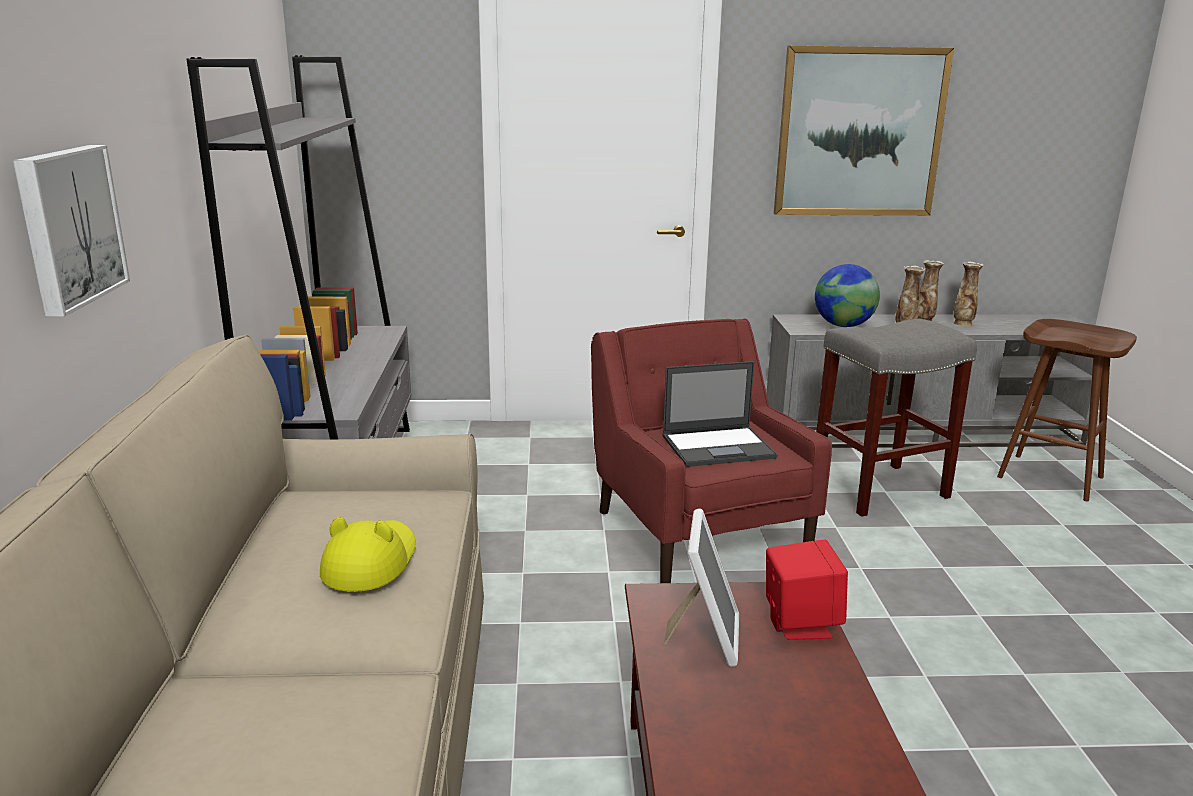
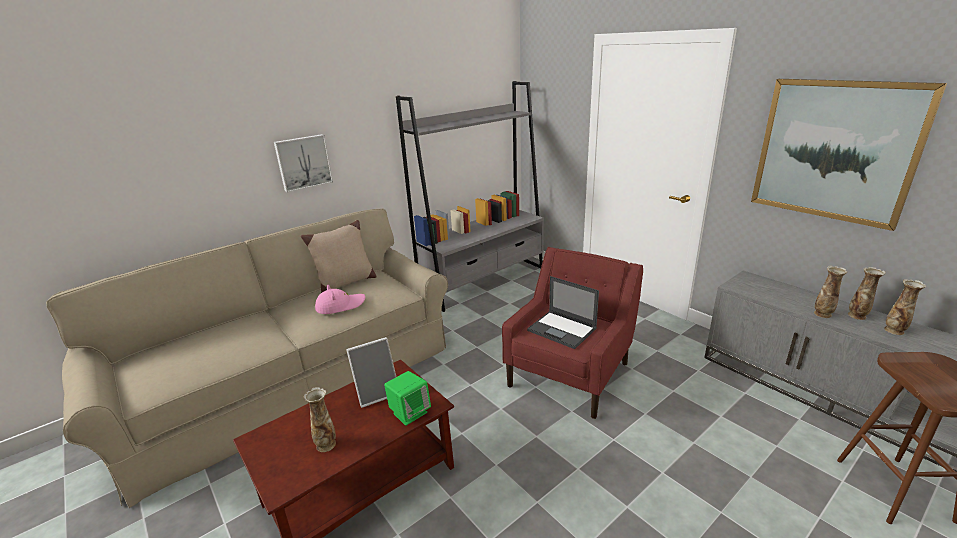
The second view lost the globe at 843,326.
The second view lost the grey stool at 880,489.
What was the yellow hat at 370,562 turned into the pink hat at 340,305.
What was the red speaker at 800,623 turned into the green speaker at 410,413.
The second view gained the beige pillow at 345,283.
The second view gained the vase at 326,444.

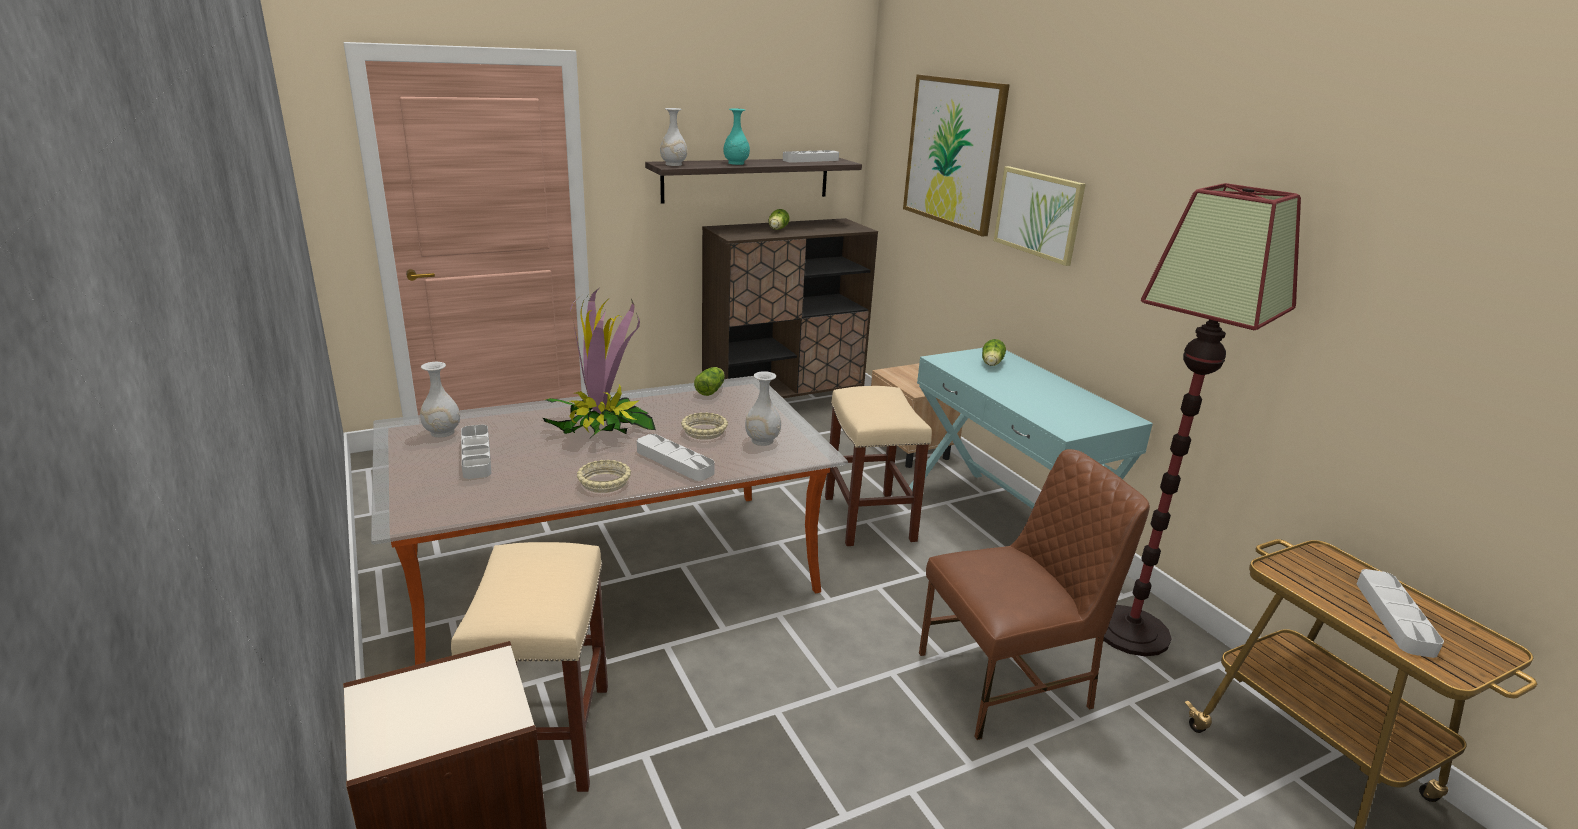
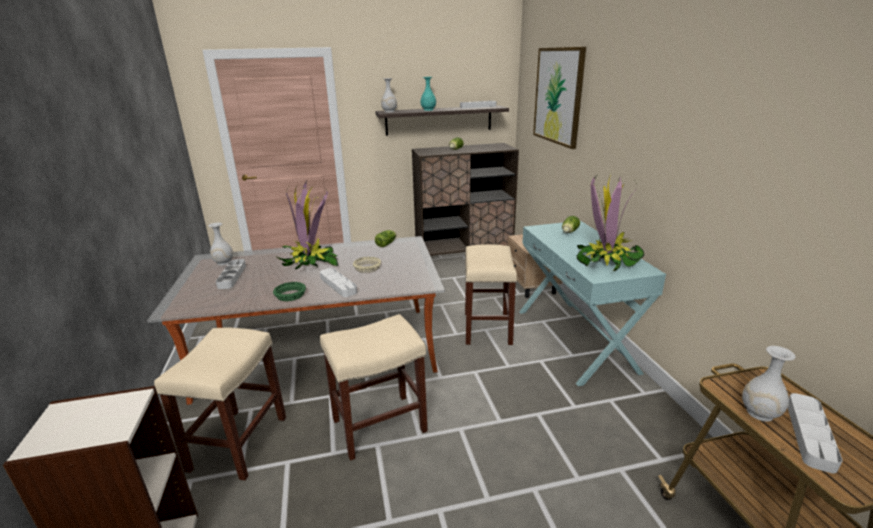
The second view lost the picture at 1038,214.
The second view lost the floor lamp at 1129,631.
The white vase ended up elsewhere, having gone from 762,440 to 759,413.
The second view lost the brown chair at 1008,681.
What was the beige bowl at 604,482 turned into the green bowl at 290,295.
The second view gained the potted plant at 606,260.
The second view gained the beige stool at 378,426.

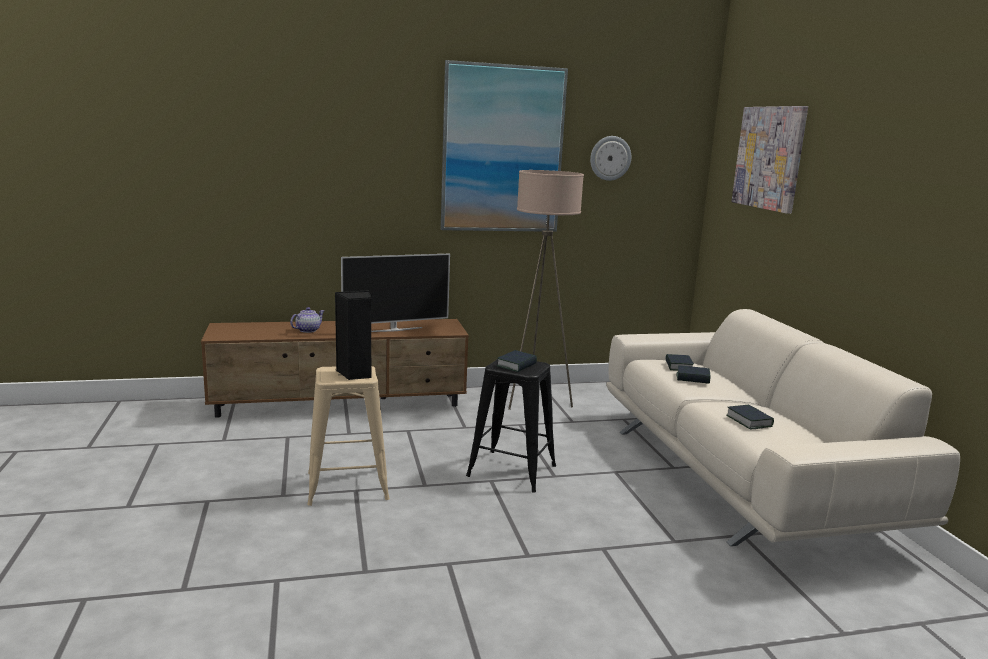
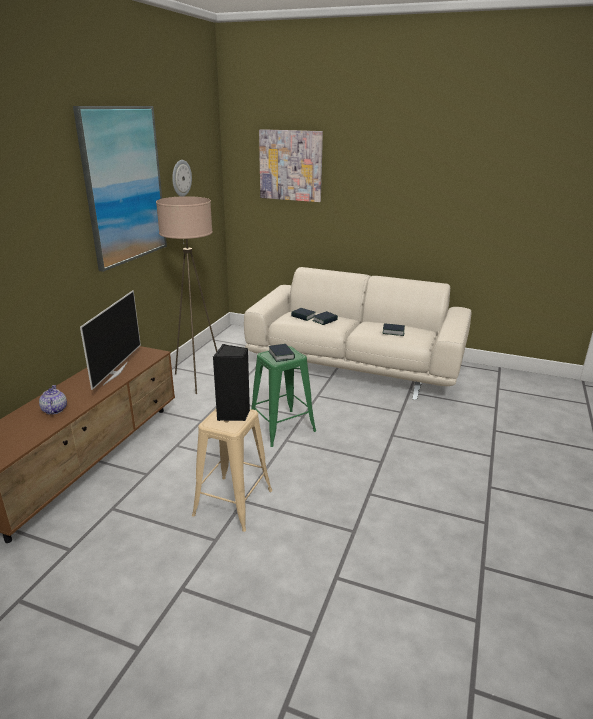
What was the black stool at 511,471 turned into the green stool at 281,428.

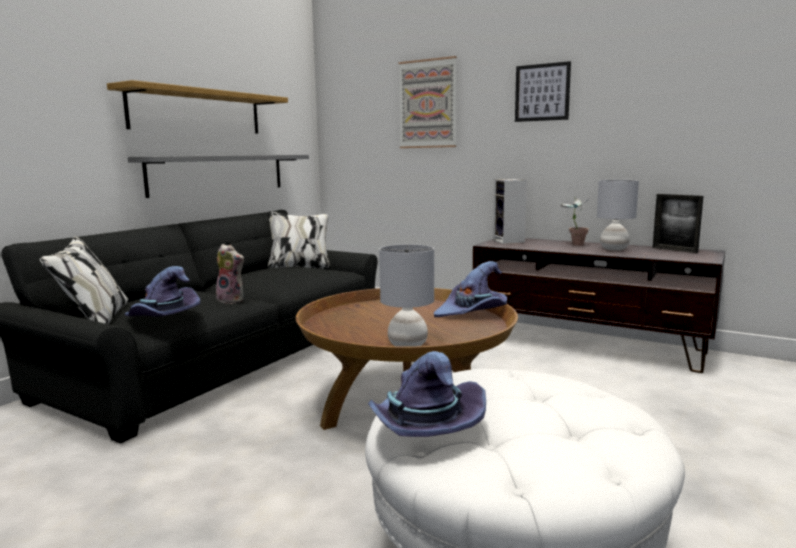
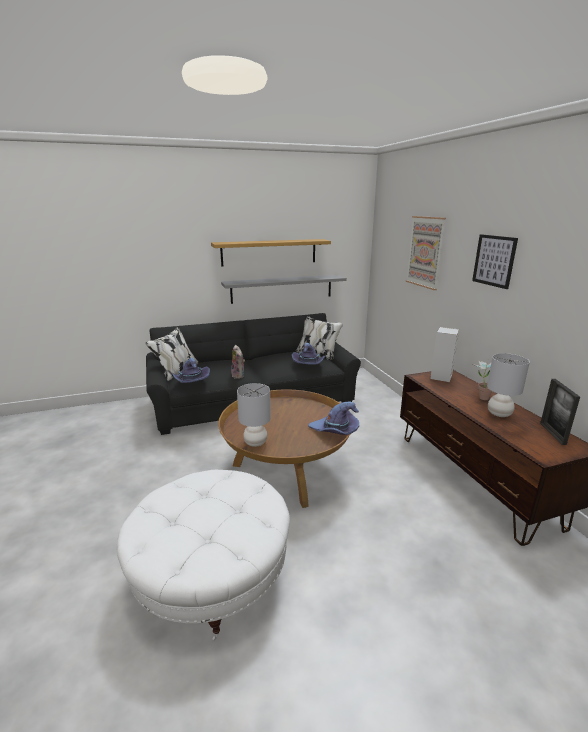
The purple hat ended up elsewhere, having gone from 423,428 to 308,364.

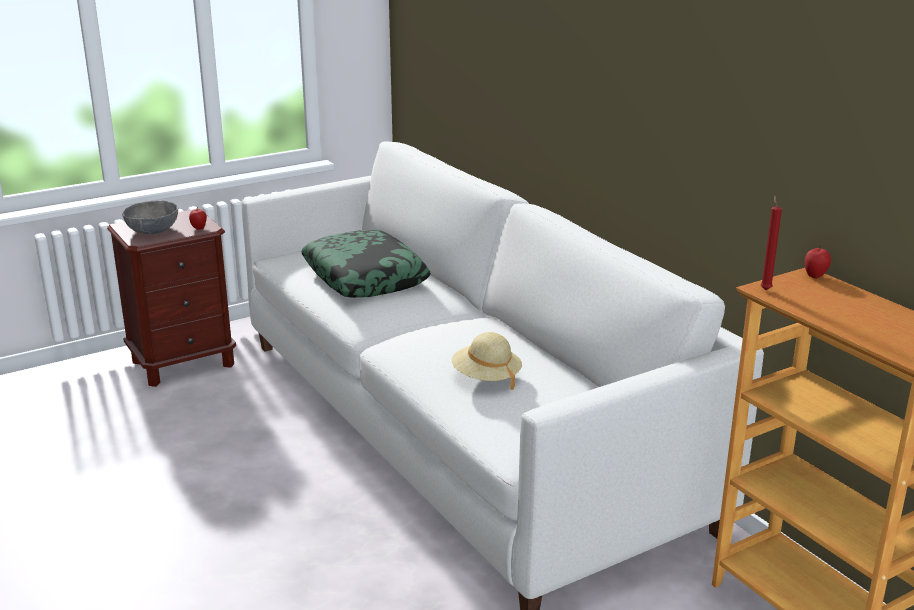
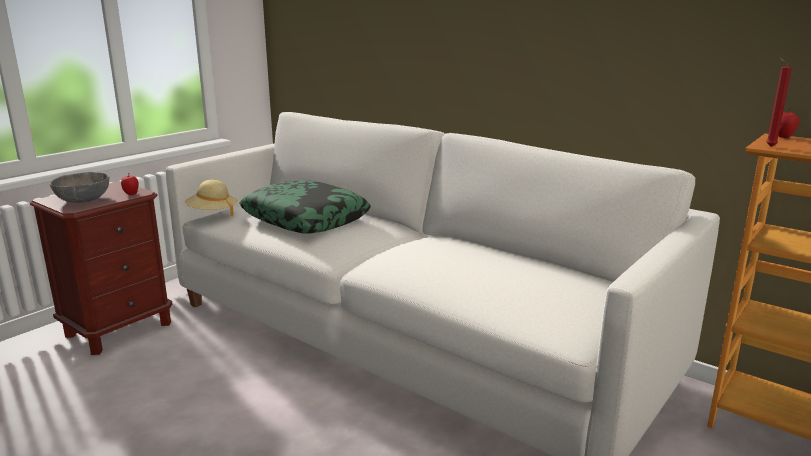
The beige hat ended up elsewhere, having gone from 486,378 to 212,213.

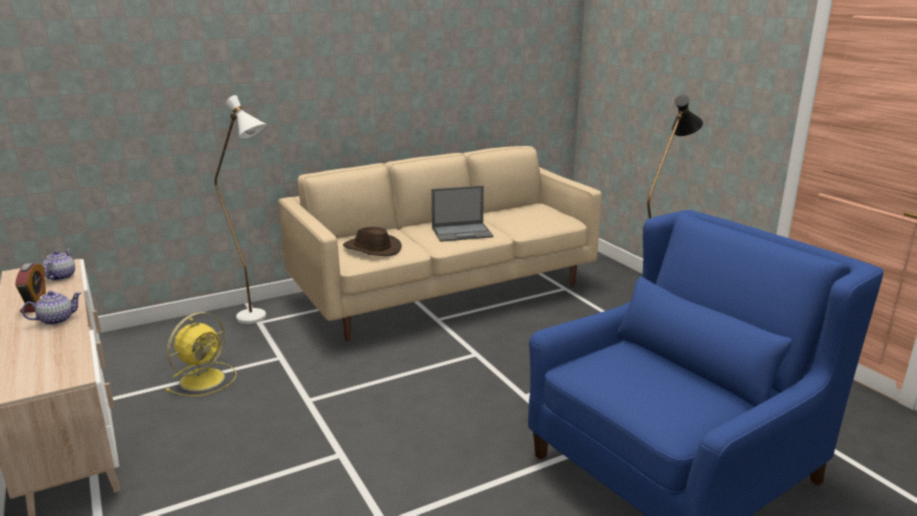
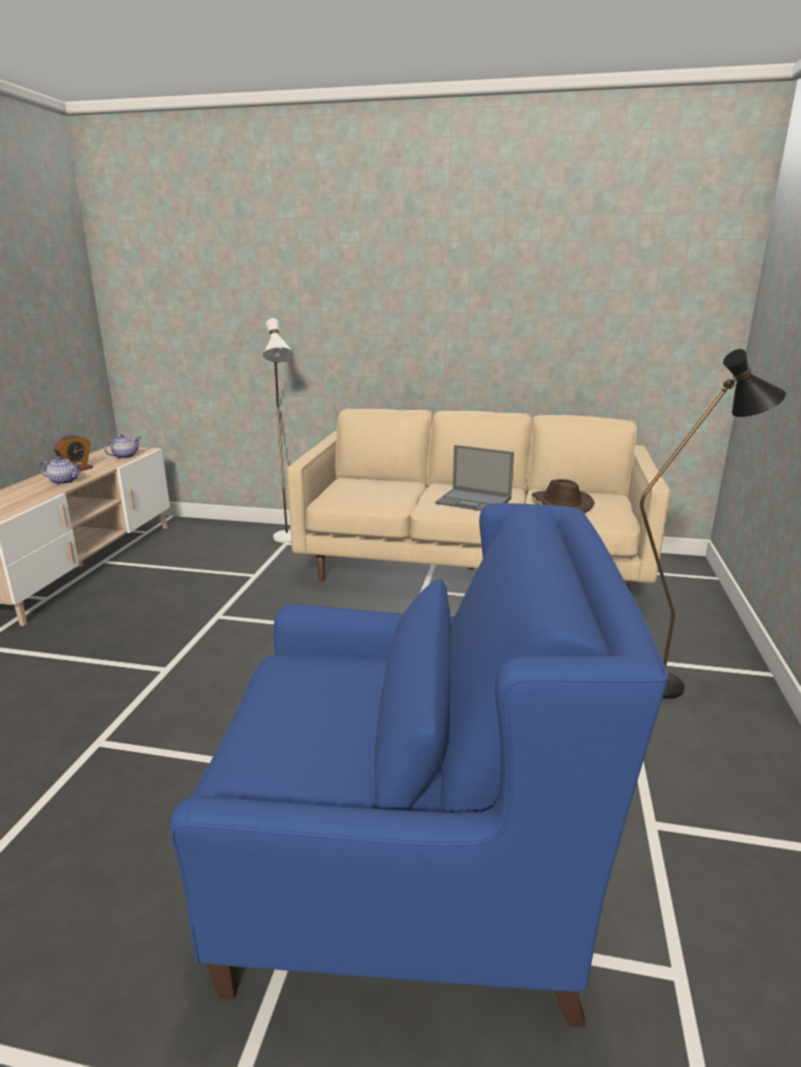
The brown hat ended up elsewhere, having gone from 372,249 to 560,504.
The second view lost the yellow fan at 204,379.

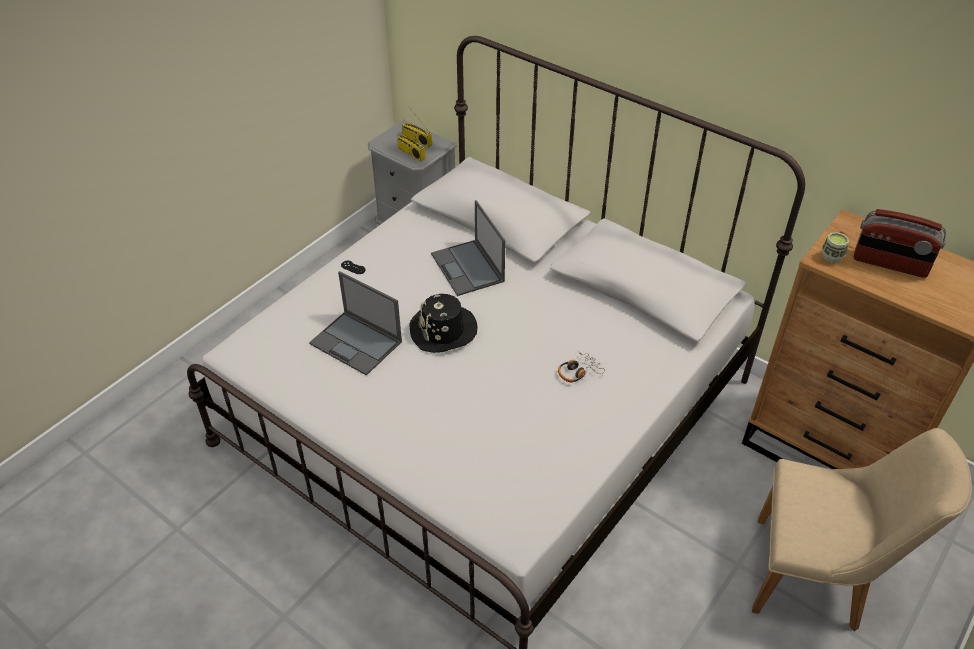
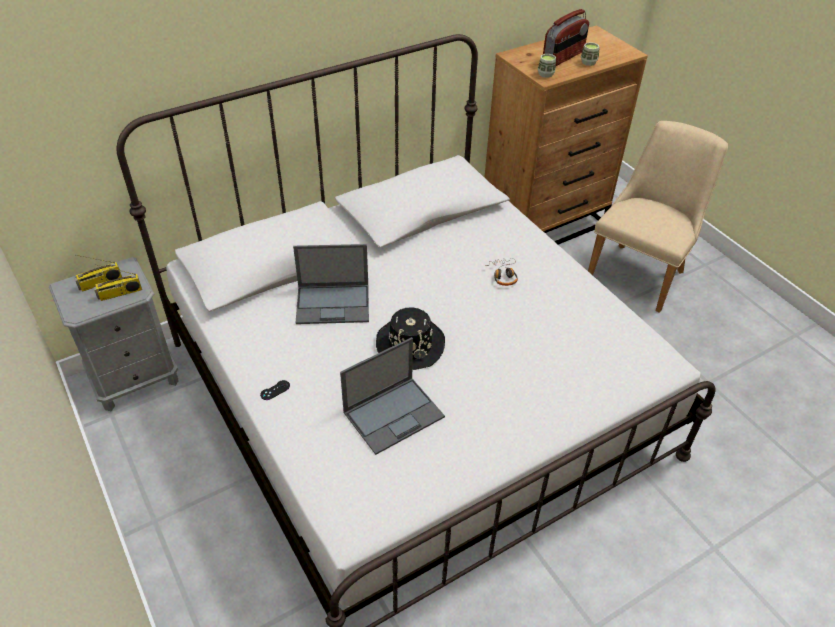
The second view gained the cup at 588,62.

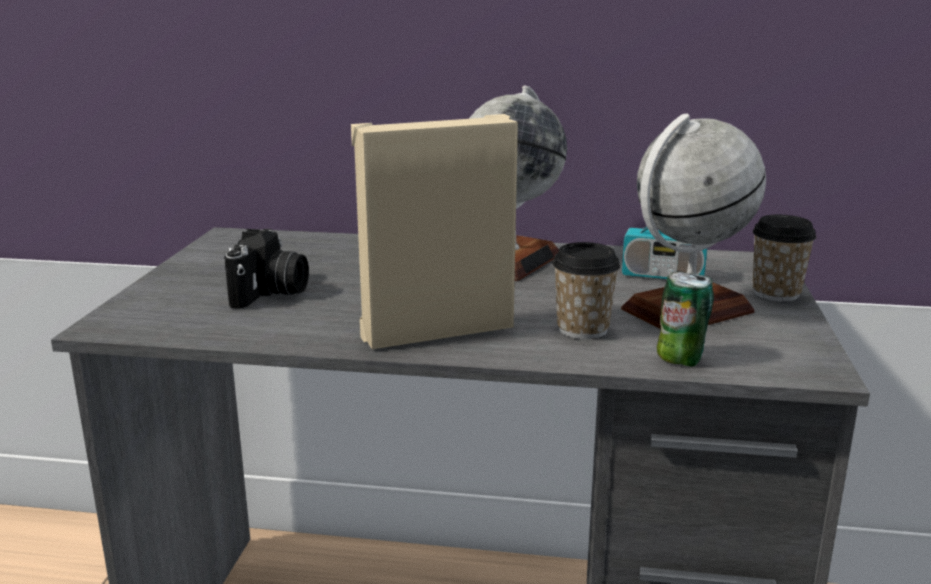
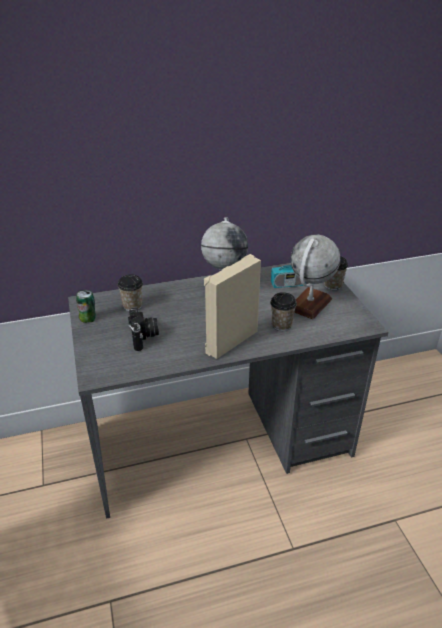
The can ended up elsewhere, having gone from 680,359 to 88,319.
The second view gained the cup at 132,306.

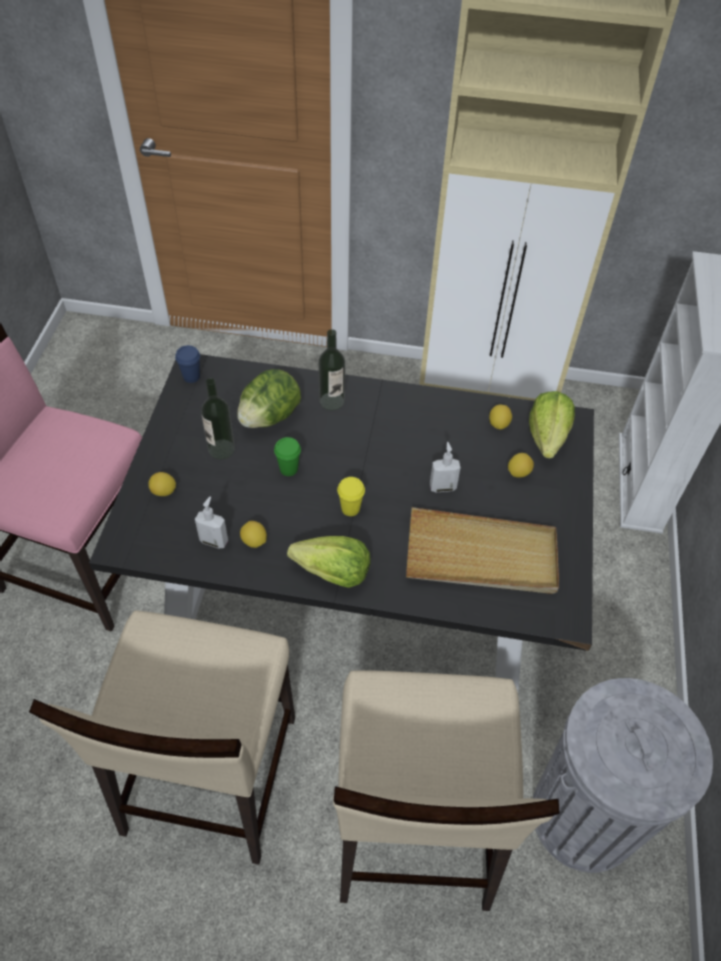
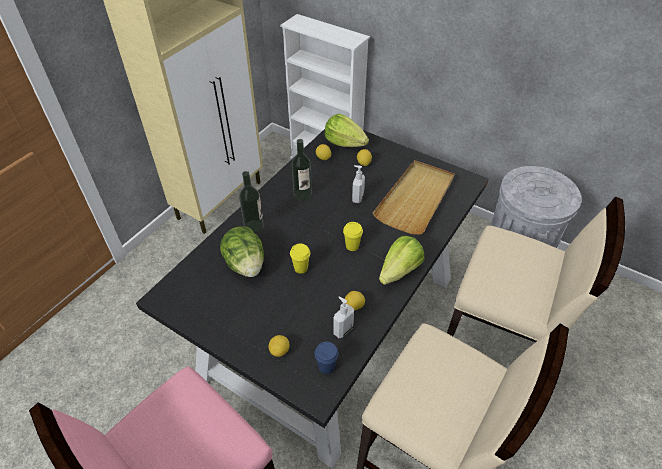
The blue cup ended up elsewhere, having gone from 191,377 to 326,367.
The bottle ended up elsewhere, having gone from 221,449 to 302,194.
What was the green cup at 288,469 turned into the yellow cup at 301,268.

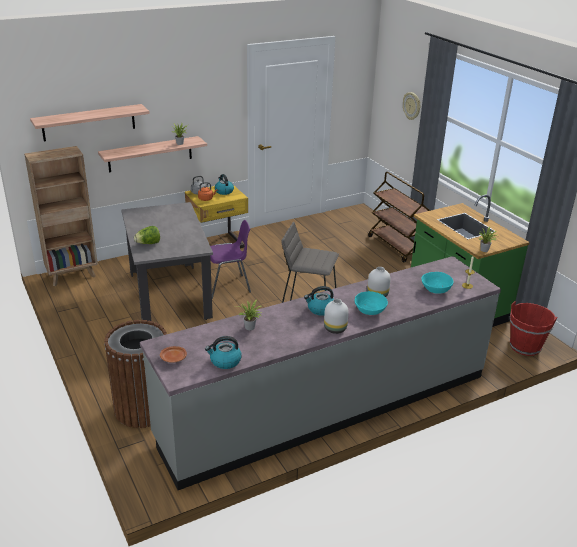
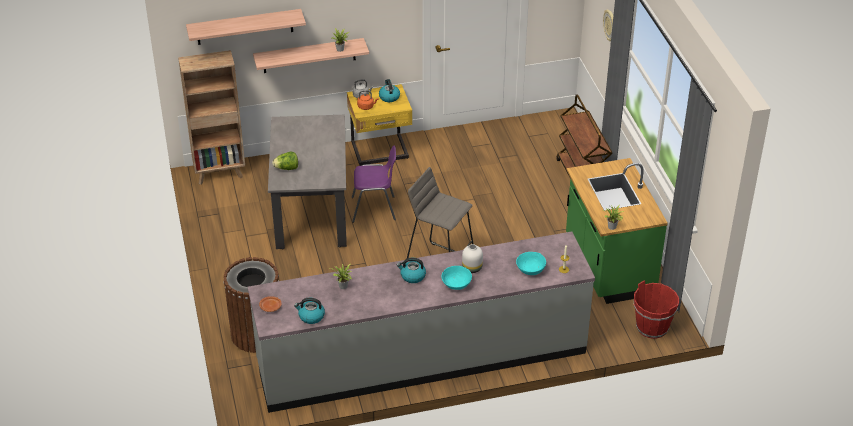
The second view lost the white vase at 335,328.

